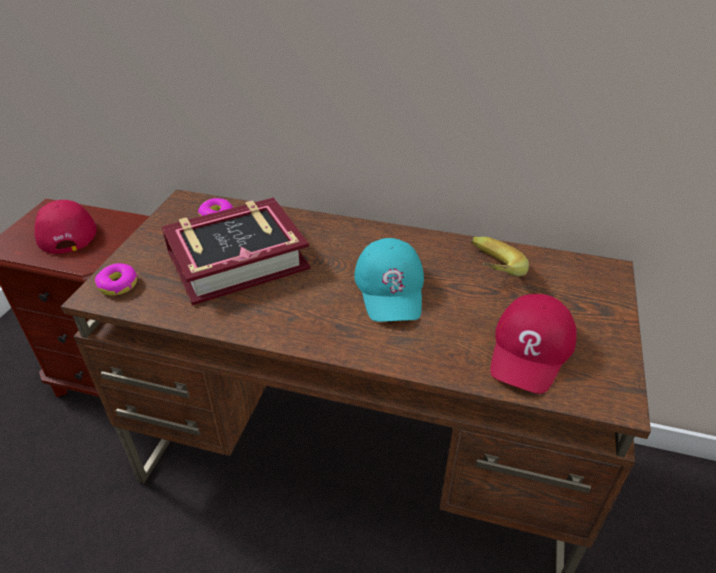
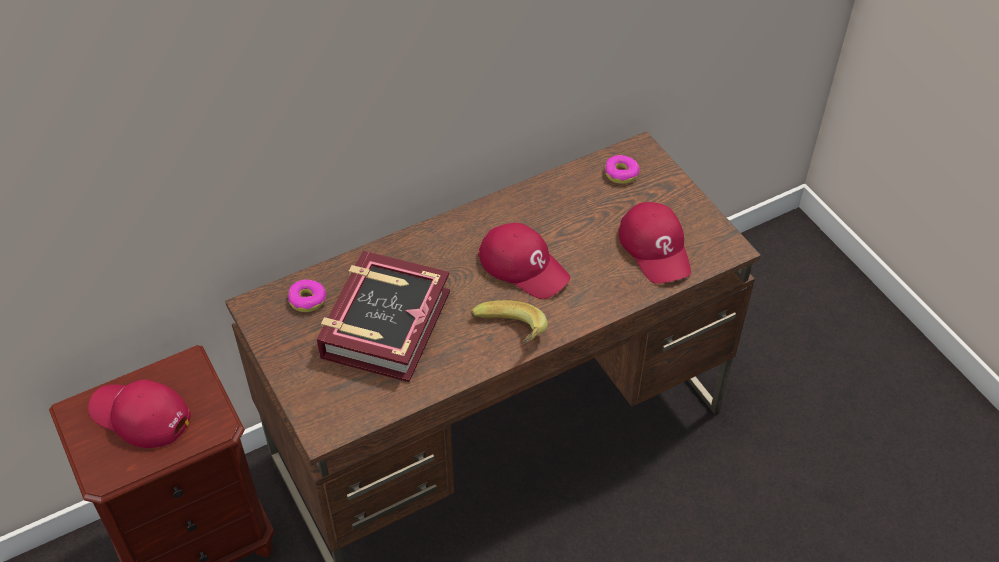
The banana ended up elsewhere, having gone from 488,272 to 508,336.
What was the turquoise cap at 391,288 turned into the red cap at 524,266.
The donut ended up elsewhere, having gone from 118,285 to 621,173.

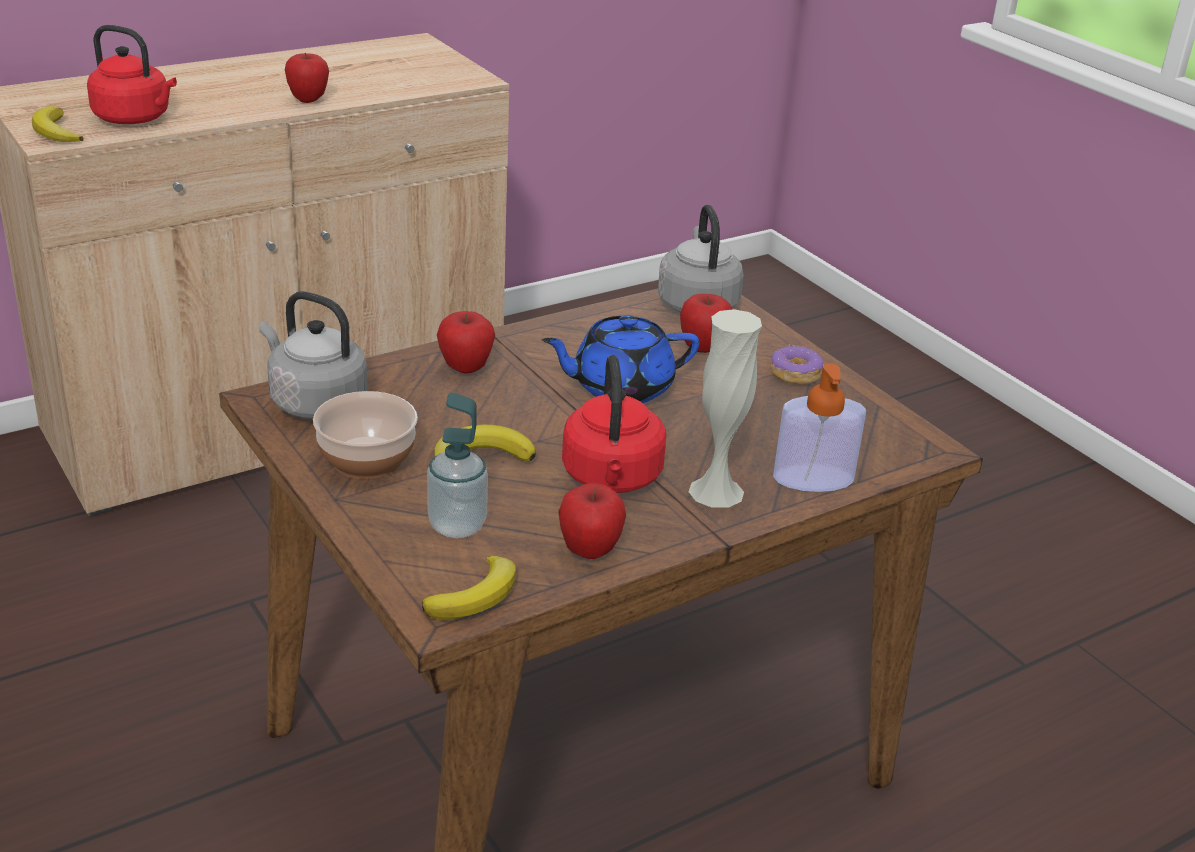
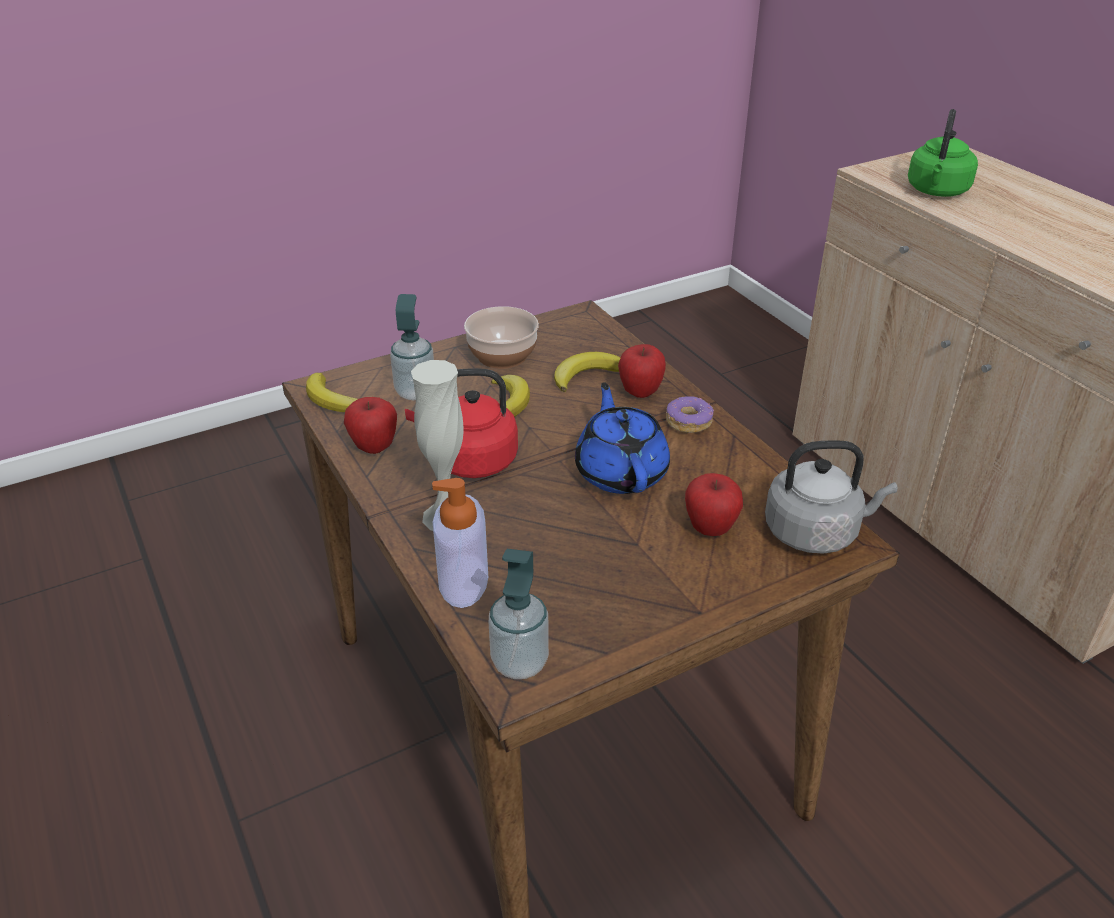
What was the red kettle at 135,119 turned into the green kettle at 937,192.
The second view lost the apple at 308,100.
The banana ended up elsewhere, having gone from 55,132 to 585,375.
The second view lost the grey kettle at 314,402.
The donut ended up elsewhere, having gone from 794,374 to 688,422.
The second view gained the soap dispenser at 519,662.

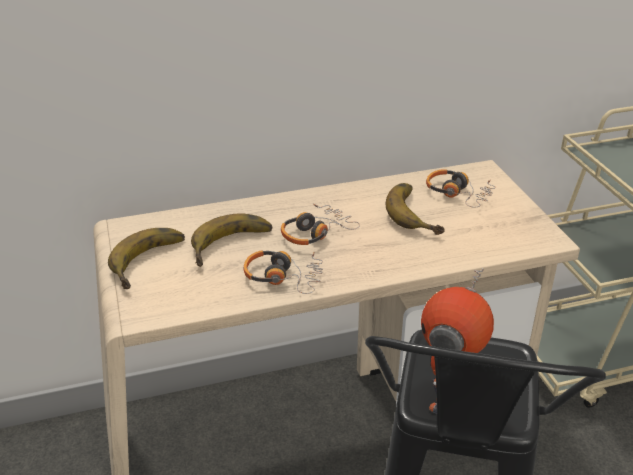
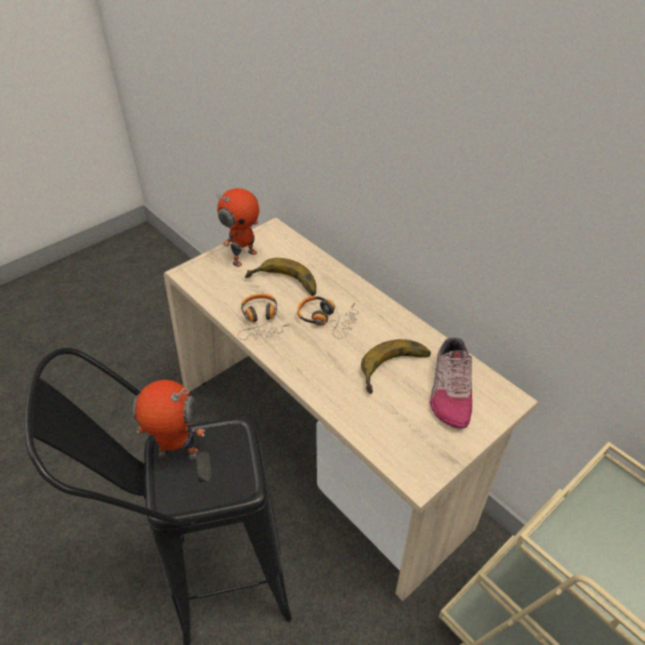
Where the headphones stood at 458,193, the shoe came to stand at 450,390.
Where the banana stood at 152,262, the toy robot came to stand at 243,257.

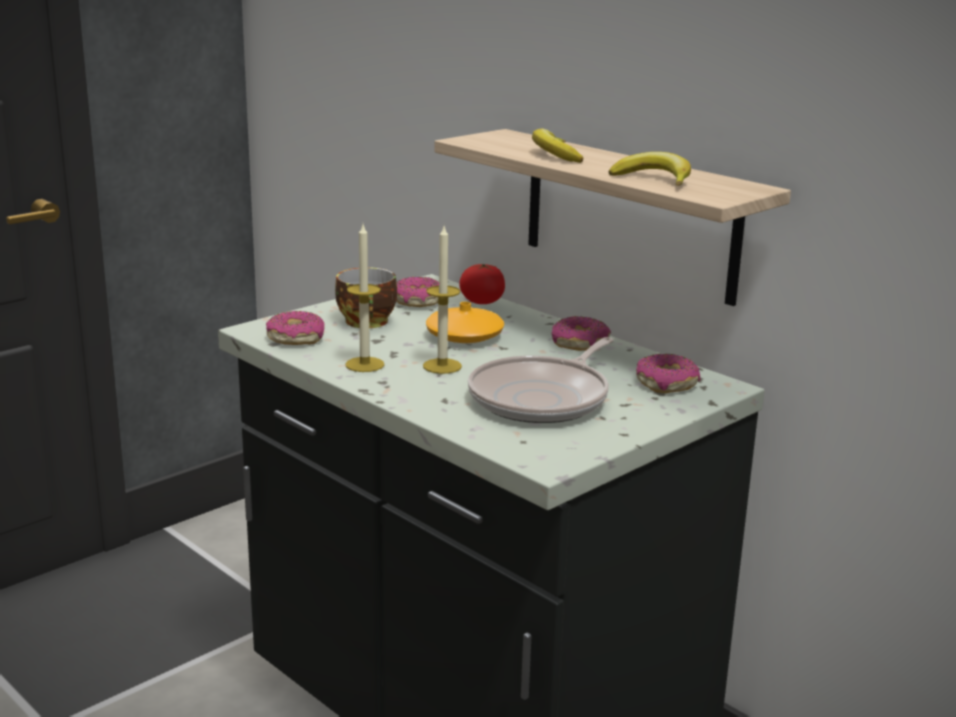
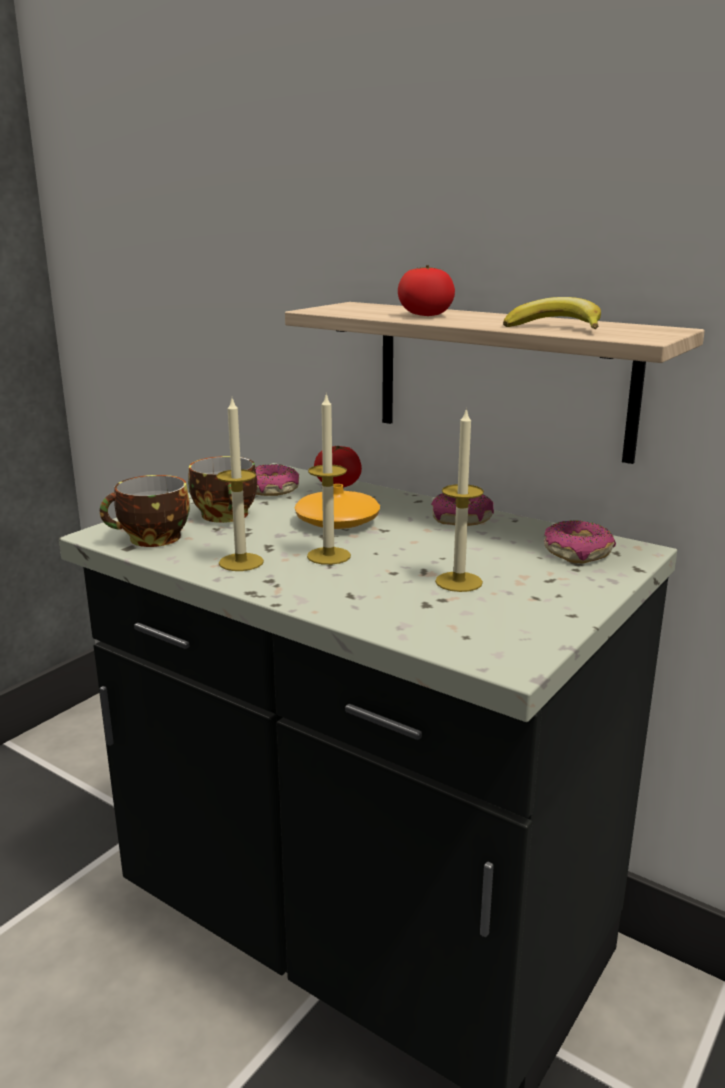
Where the banana stood at 554,154, the tomato came to stand at 425,315.
Where the donut stood at 296,338, the cup came to stand at 152,539.
Where the frying pan stood at 543,398, the candle came to stand at 458,582.

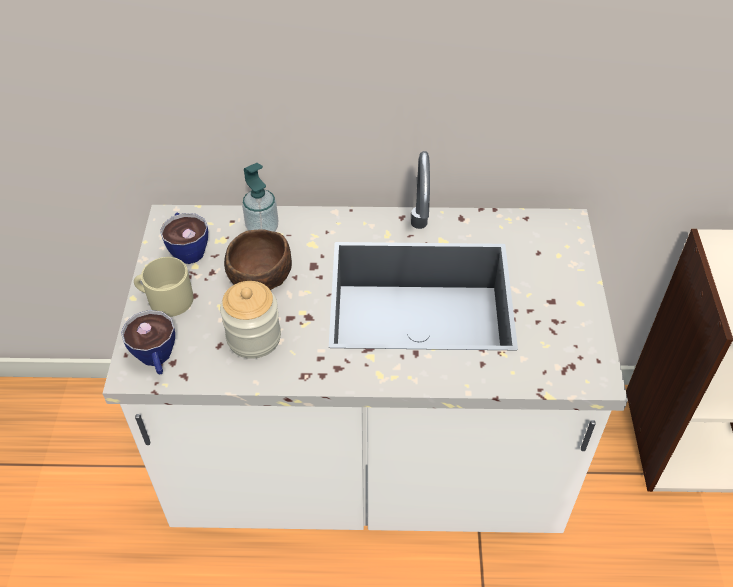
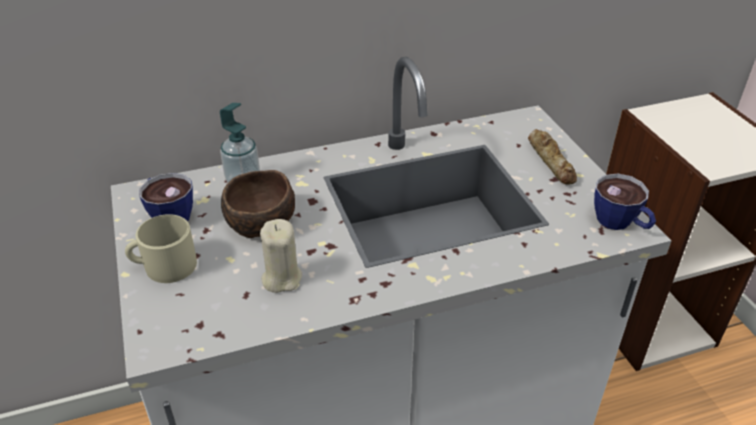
Where the jar stood at 254,338, the beige candle came to stand at 281,278.
The cup ended up elsewhere, having gone from 157,359 to 620,224.
The second view gained the bread at 551,161.

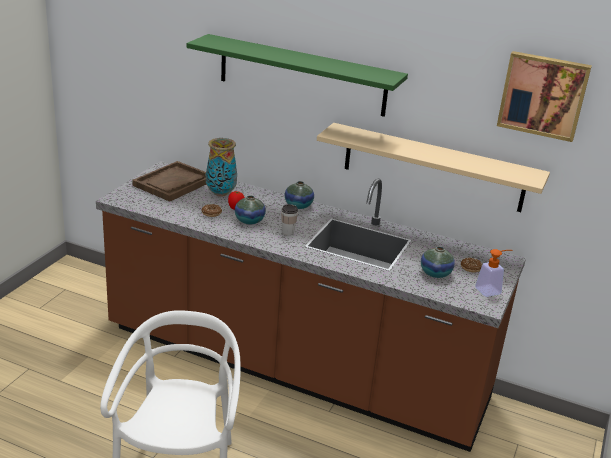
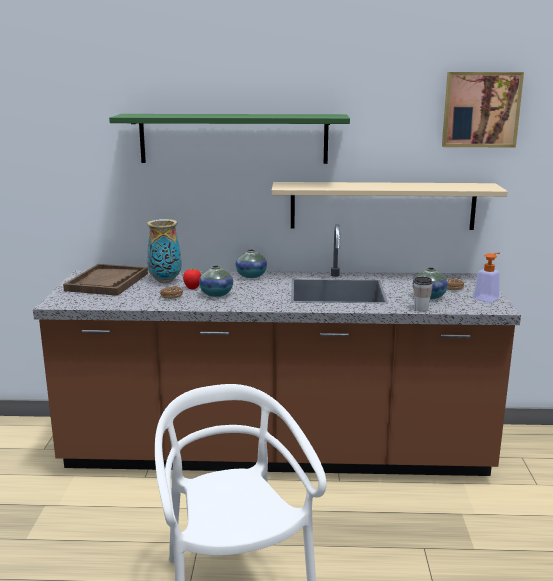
The cup ended up elsewhere, having gone from 288,232 to 421,309.

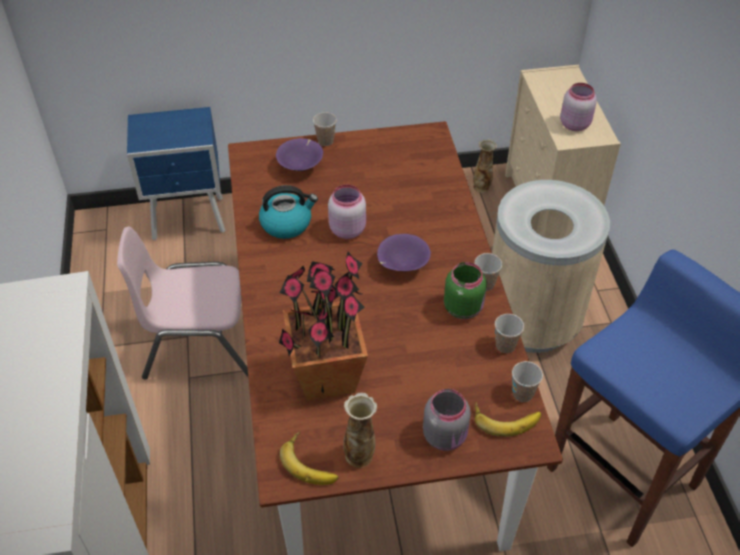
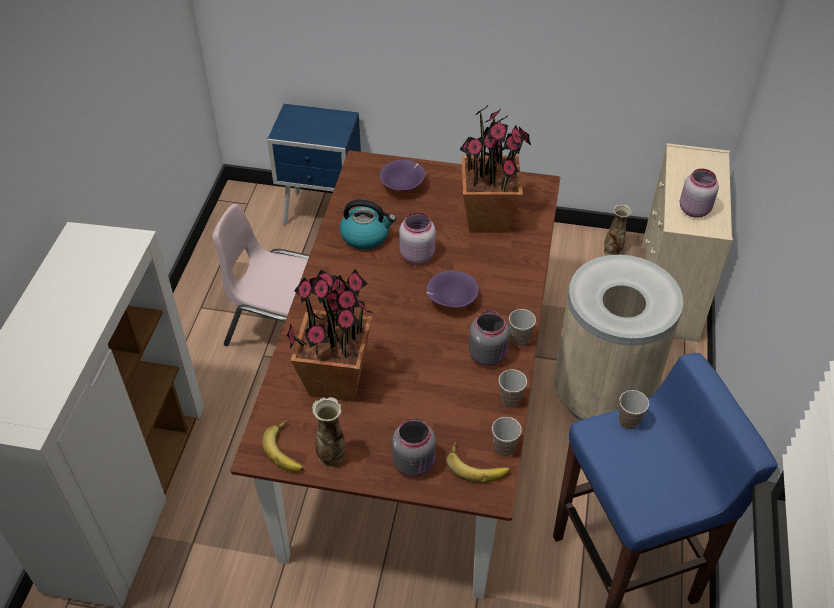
The cup ended up elsewhere, having gone from 325,141 to 628,421.
What was the green jar at 463,307 turned into the grey jar at 488,355.
The second view gained the potted plant at 488,218.

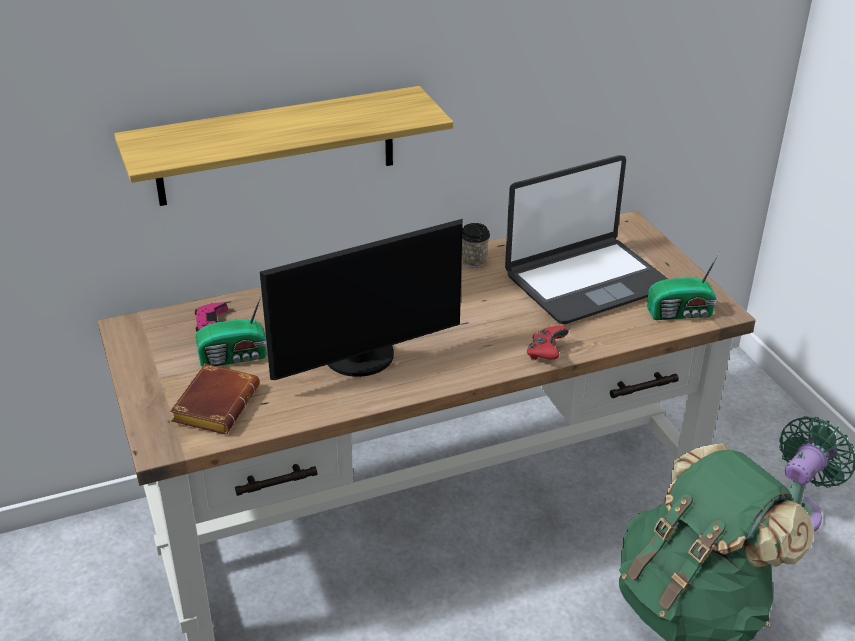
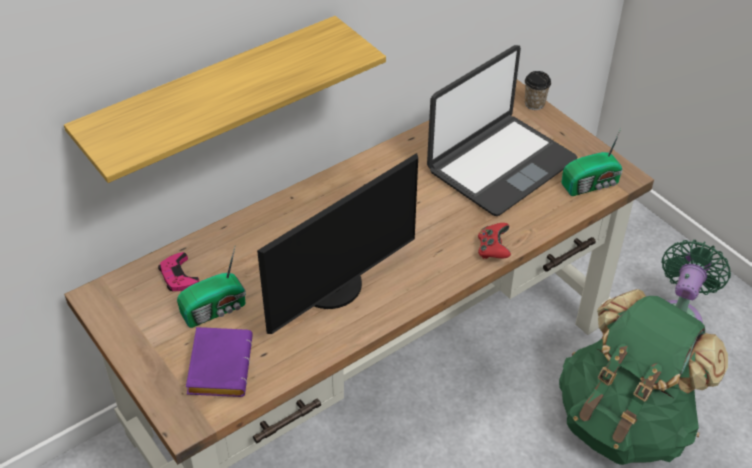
The cup ended up elsewhere, having gone from 474,261 to 534,104.
What was the brown book at 215,404 turned into the purple book at 218,365.

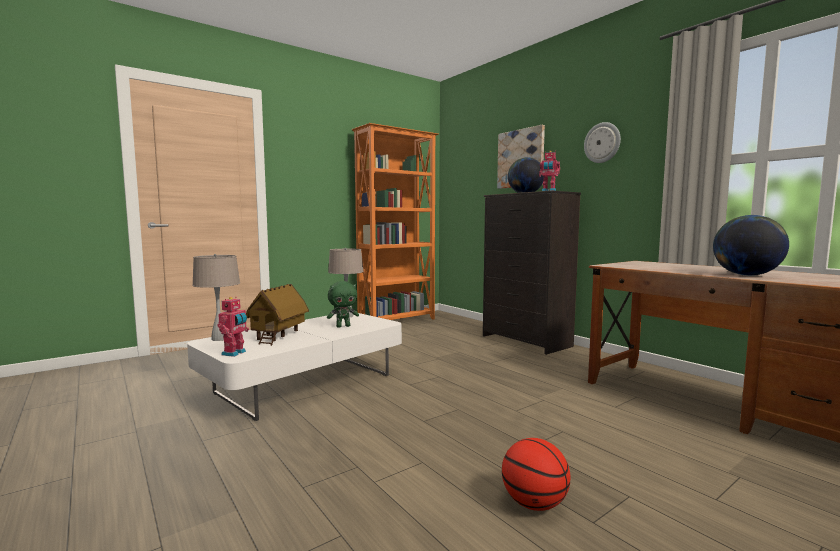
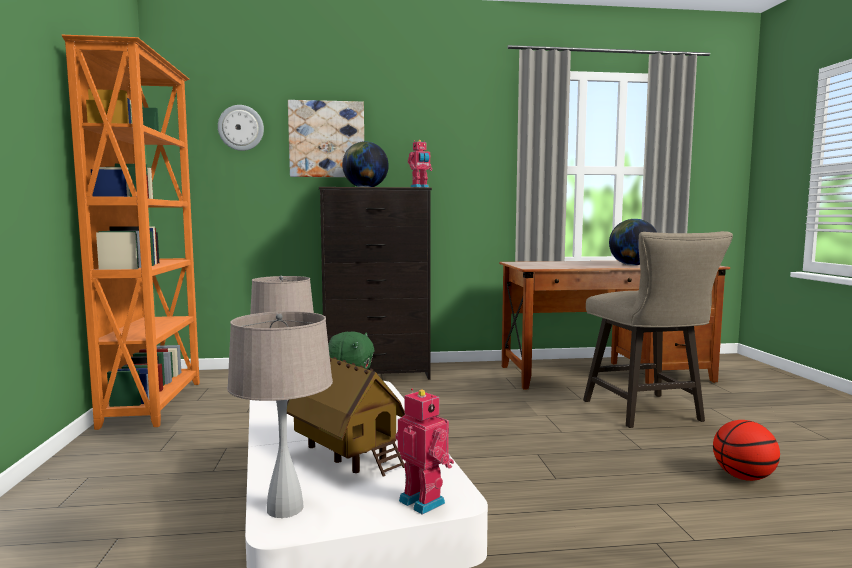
The wall clock ended up elsewhere, having gone from 602,143 to 241,128.
The second view gained the beige stool at 647,413.

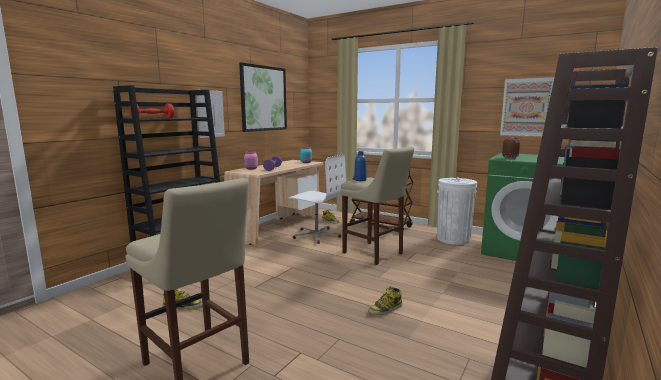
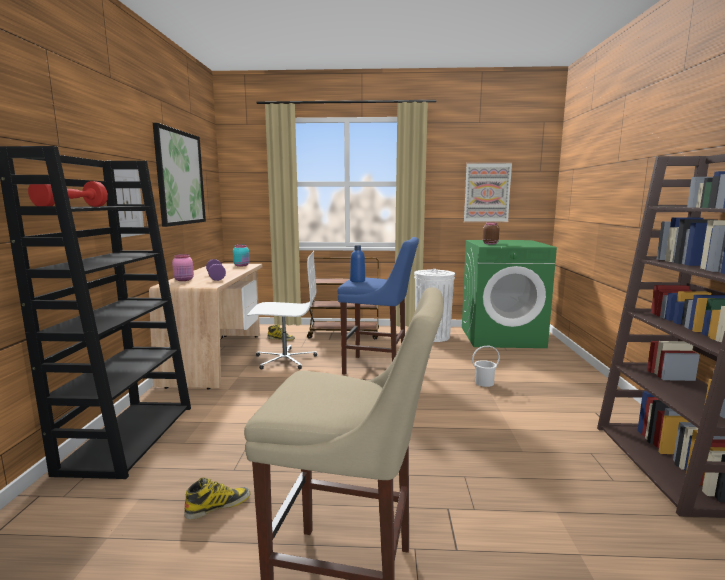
What was the beige stool at 374,254 turned into the blue stool at 378,368.
The second view lost the boot at 385,309.
The second view gained the white bucket at 484,382.

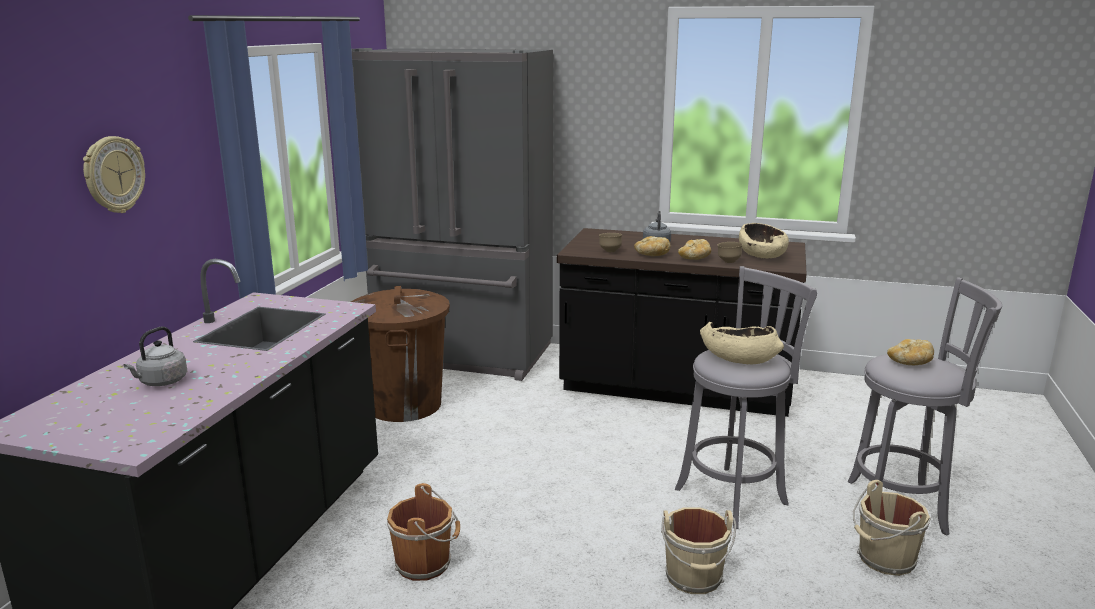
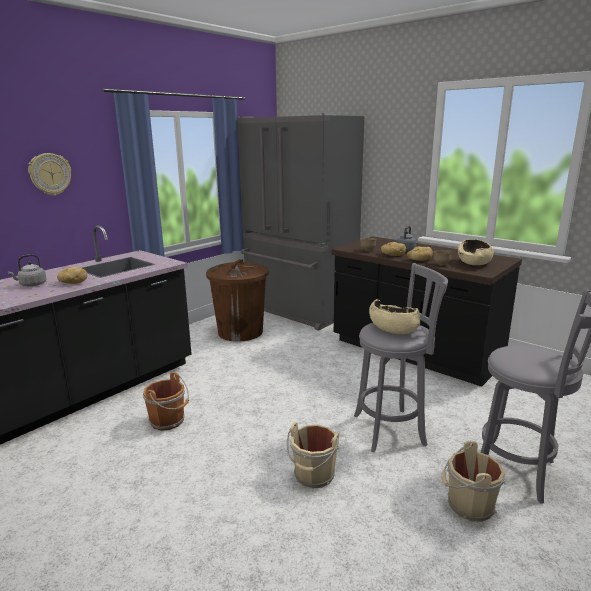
The bread ended up elsewhere, having gone from 910,363 to 72,282.

